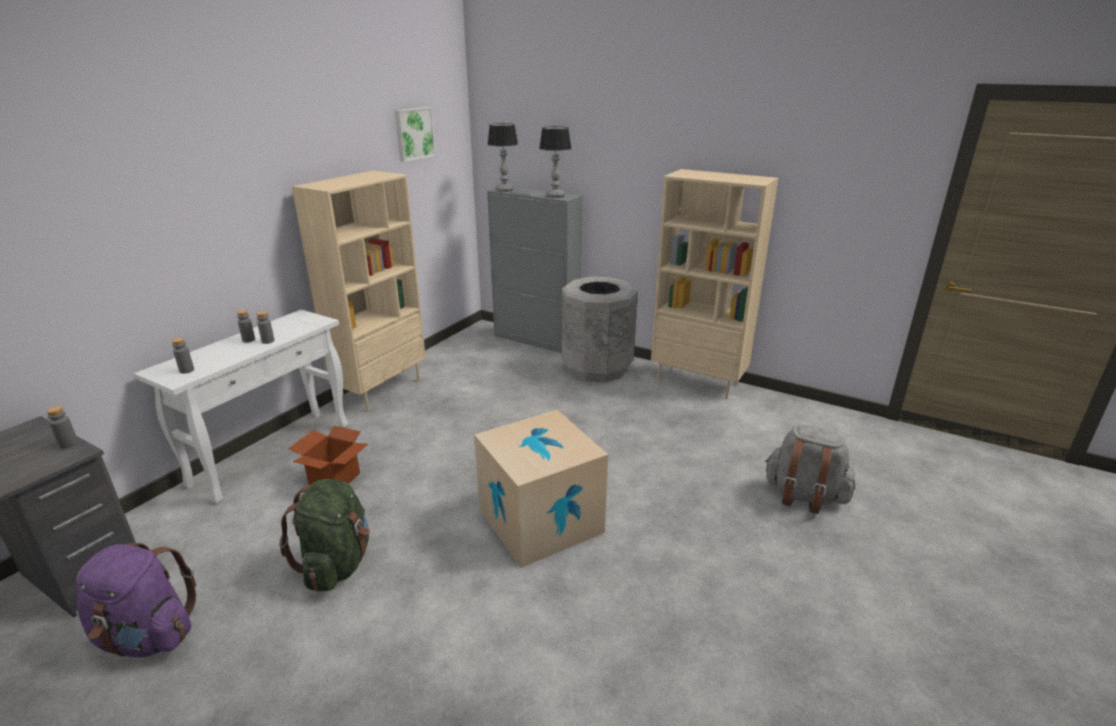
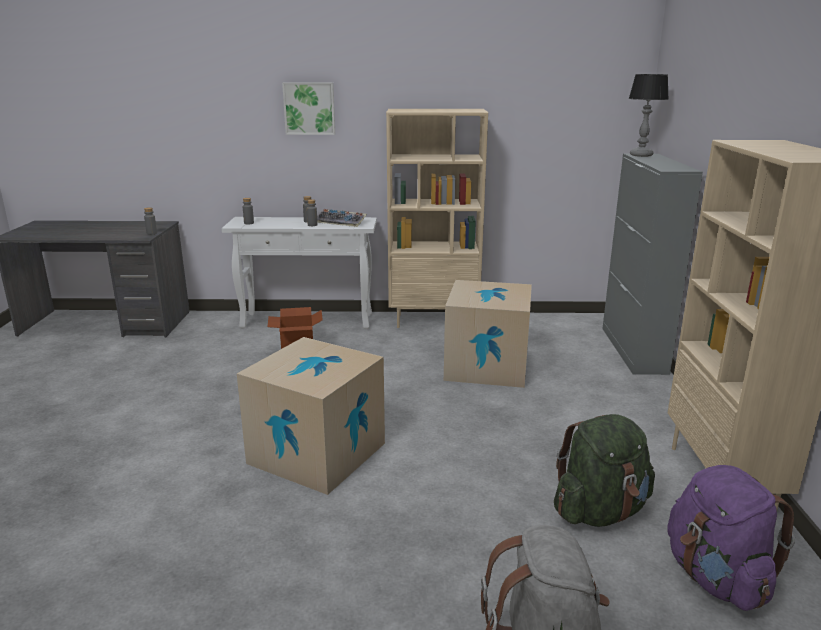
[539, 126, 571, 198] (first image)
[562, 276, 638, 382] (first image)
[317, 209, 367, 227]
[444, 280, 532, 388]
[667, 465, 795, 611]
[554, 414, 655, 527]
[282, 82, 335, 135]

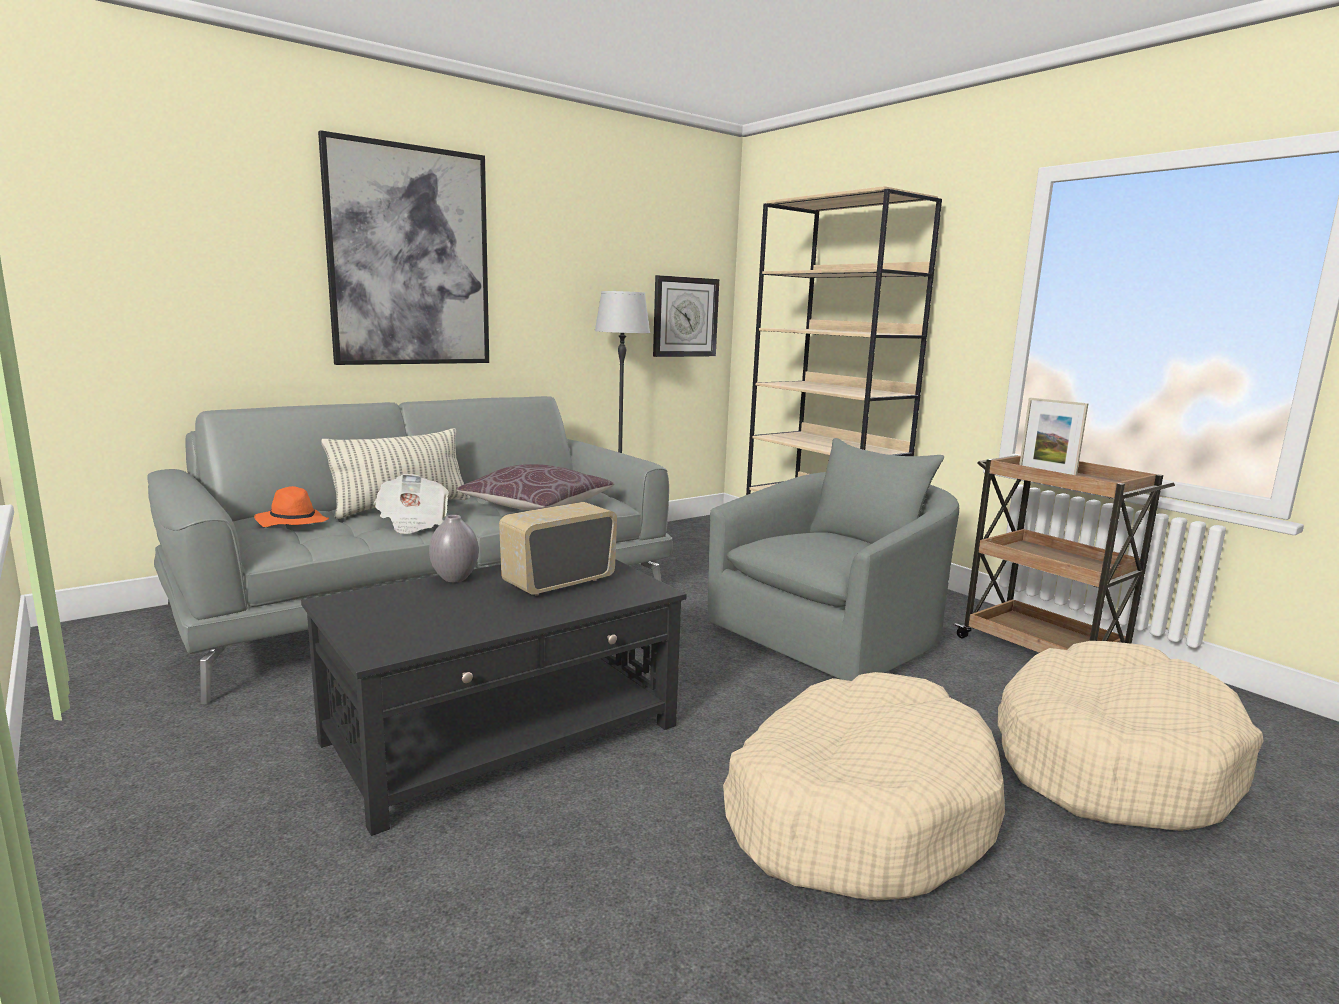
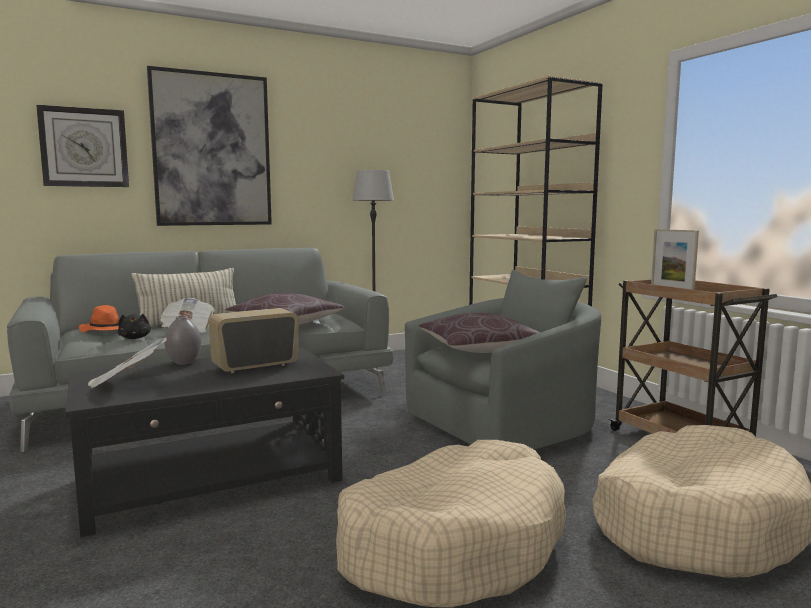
[88, 338, 167, 388]
[118, 314, 151, 339]
[418, 313, 540, 353]
[36, 105, 129, 187]

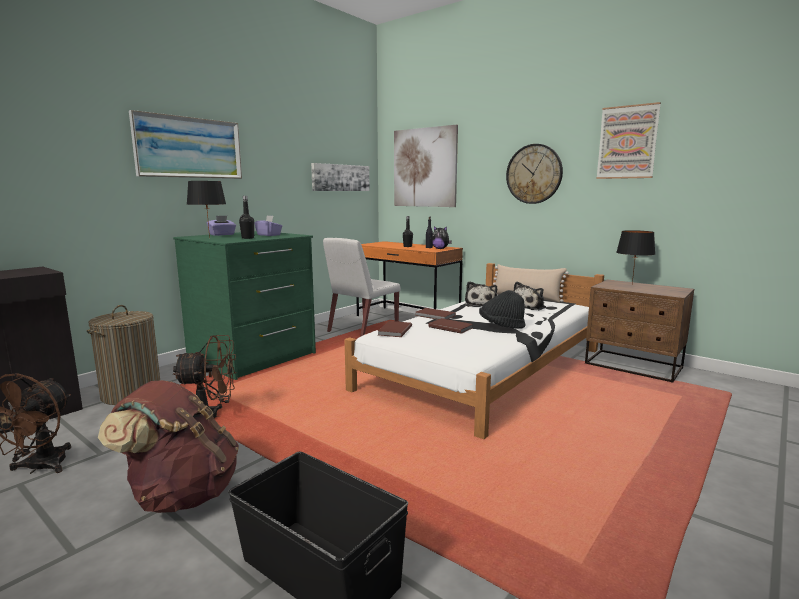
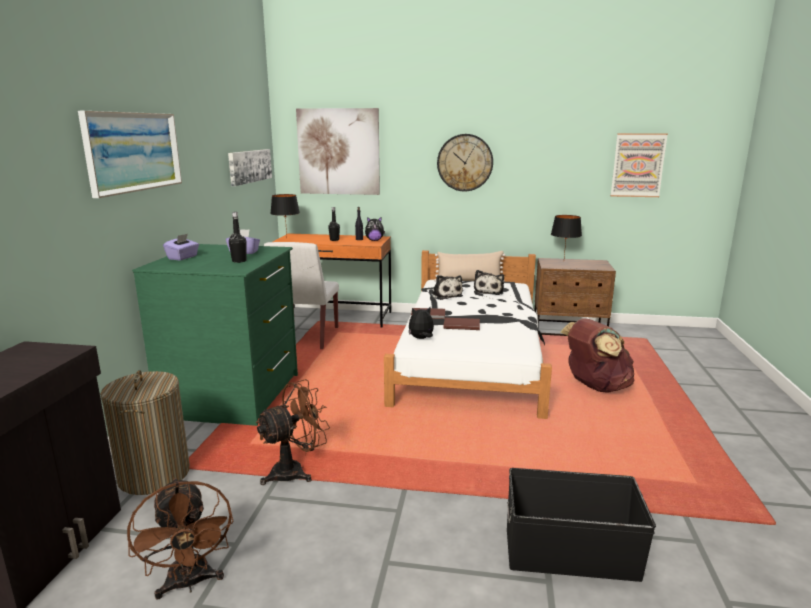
[479, 290, 526, 329] (first image)
[560, 318, 634, 393]
[270, 194, 300, 236]
[610, 133, 668, 197]
[409, 307, 434, 339]

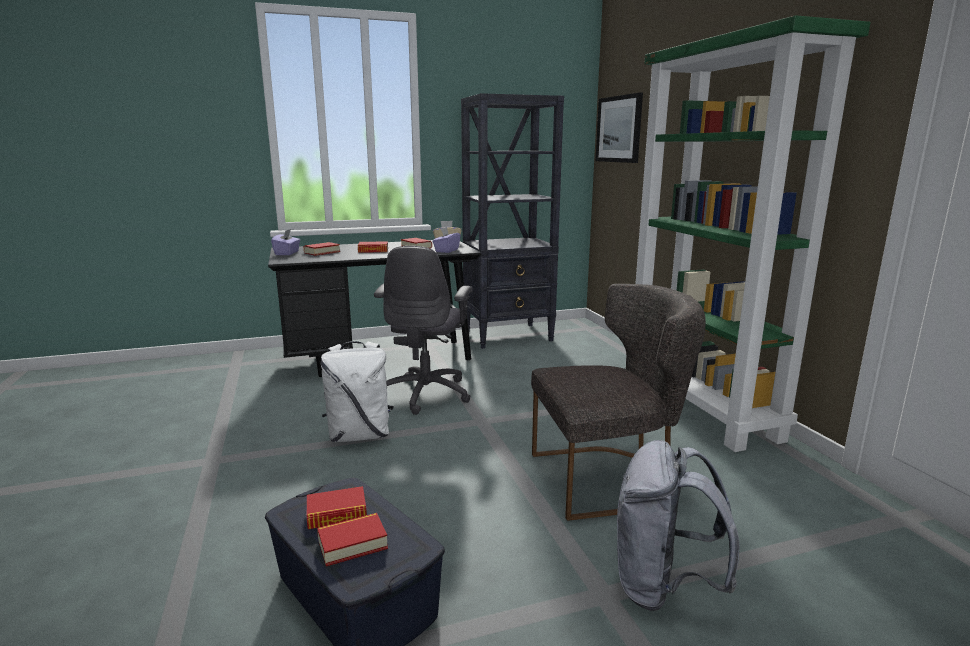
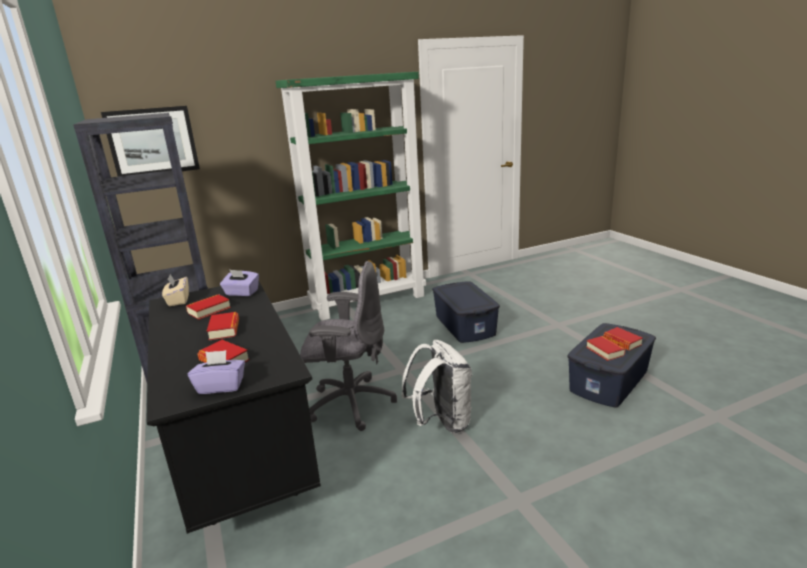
[617, 440, 740, 611] (first image)
[432, 281, 500, 343]

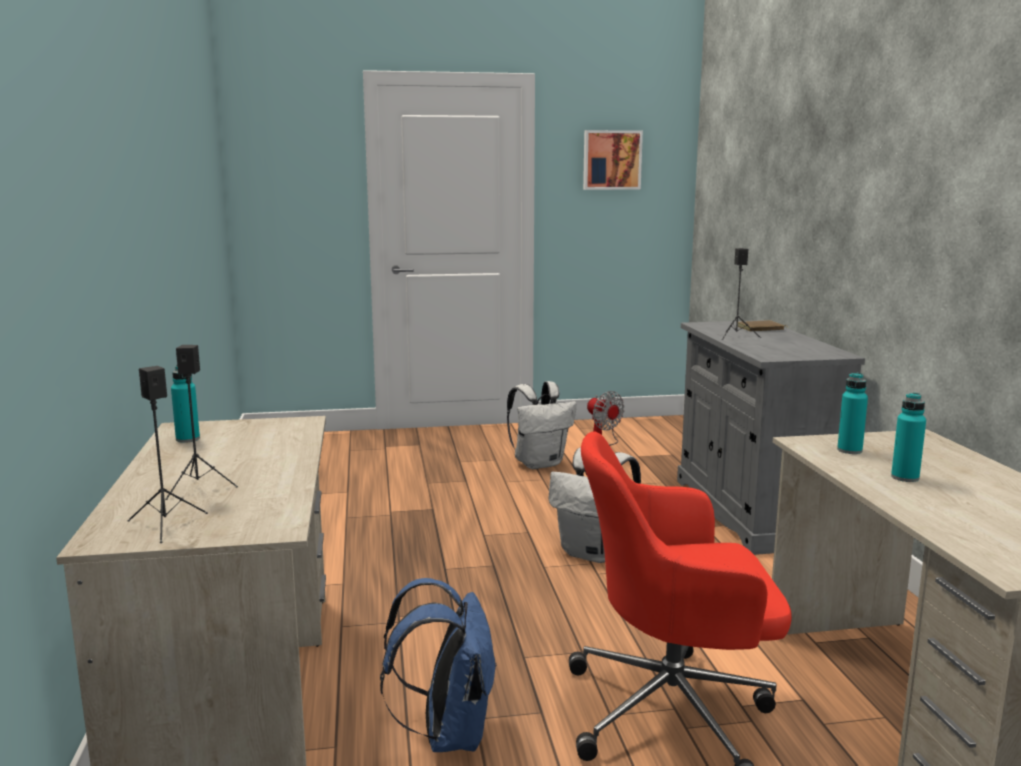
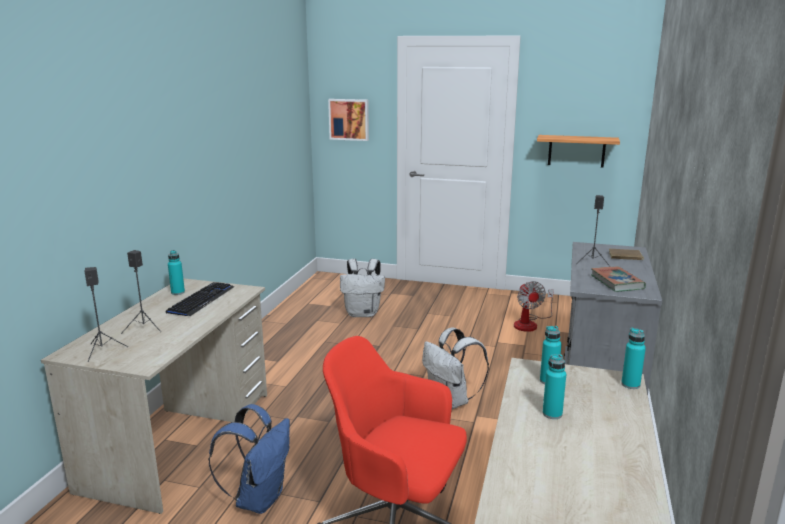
[166, 282, 234, 316]
[537, 135, 620, 167]
[591, 267, 646, 292]
[621, 328, 646, 389]
[340, 259, 385, 317]
[328, 99, 369, 141]

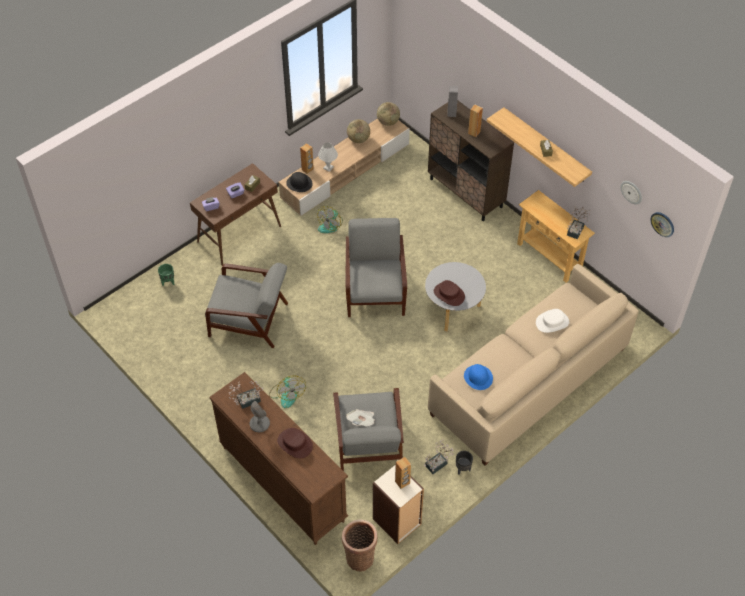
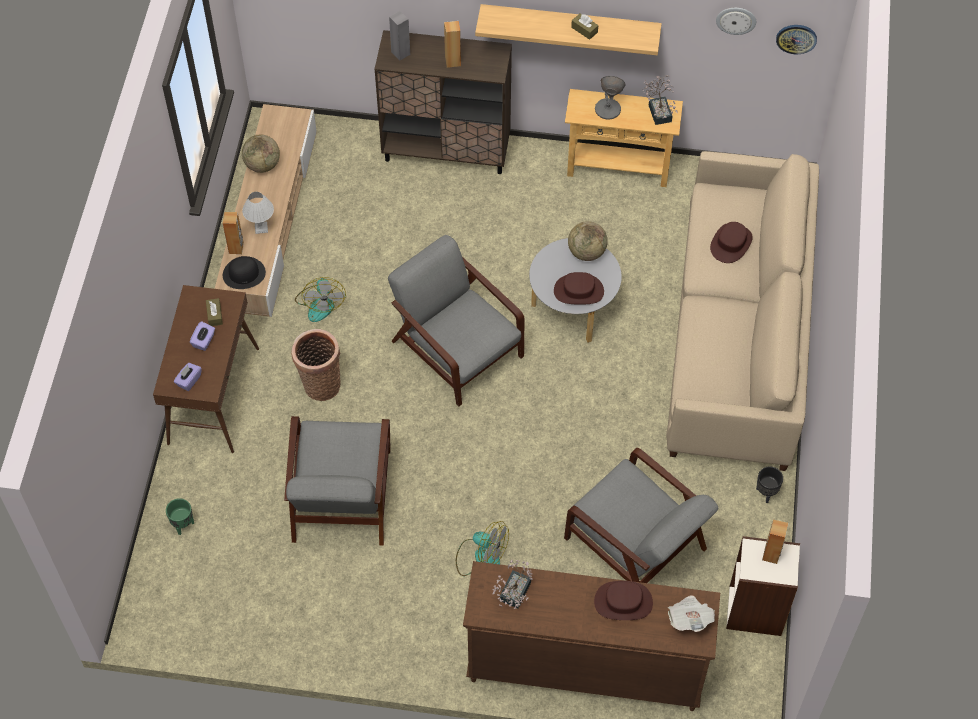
[424, 440, 454, 474] (first image)
[464, 364, 493, 390] (first image)
[595, 76, 625, 120]
[291, 329, 340, 401]
[668, 596, 715, 632]
[568, 221, 608, 261]
[710, 222, 753, 263]
[284, 416, 391, 545]

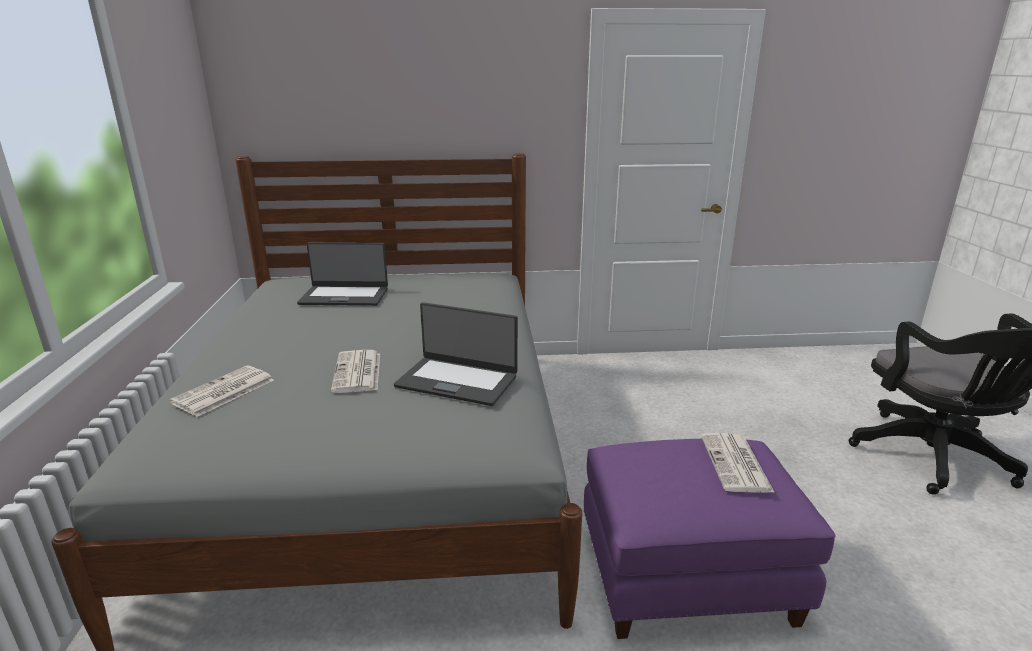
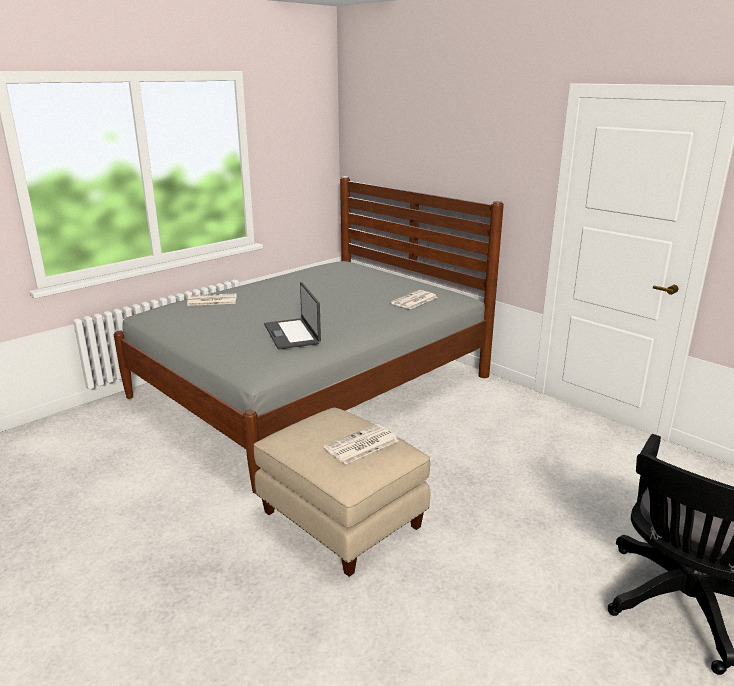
[297, 242, 388, 306] (first image)
[391, 290, 438, 309]
[253, 408, 430, 577]

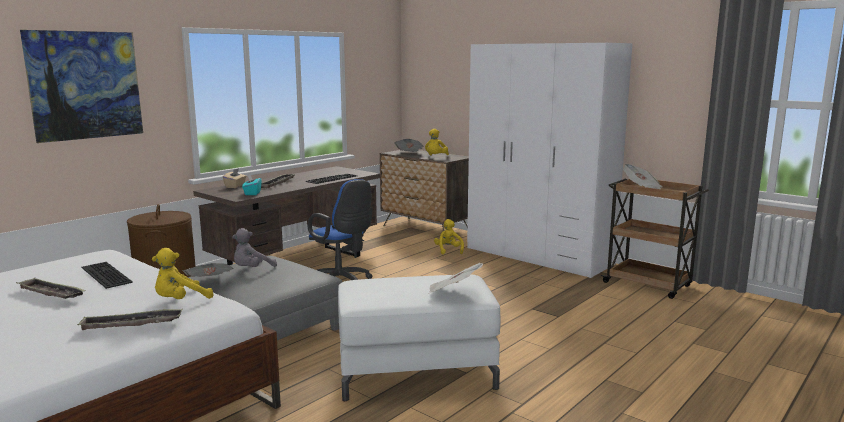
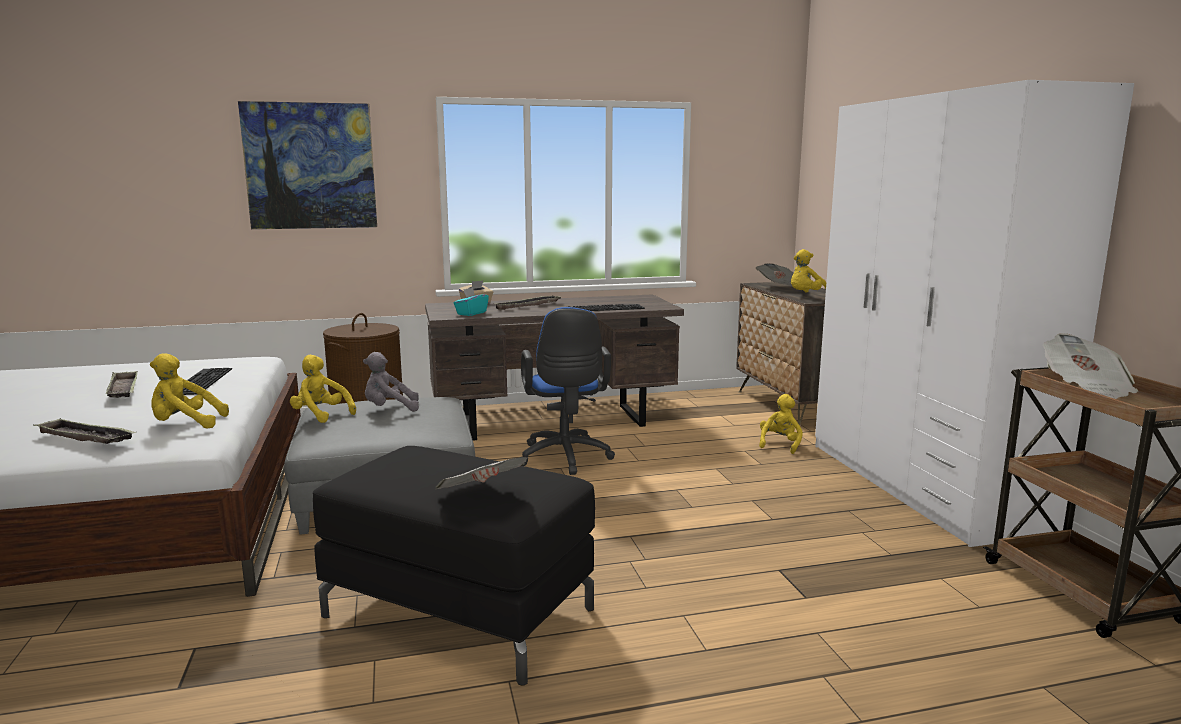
[290, 355, 356, 423]
[313, 446, 595, 685]

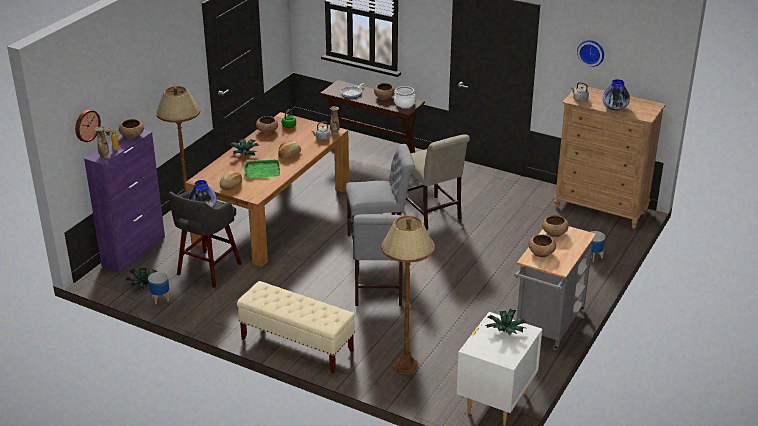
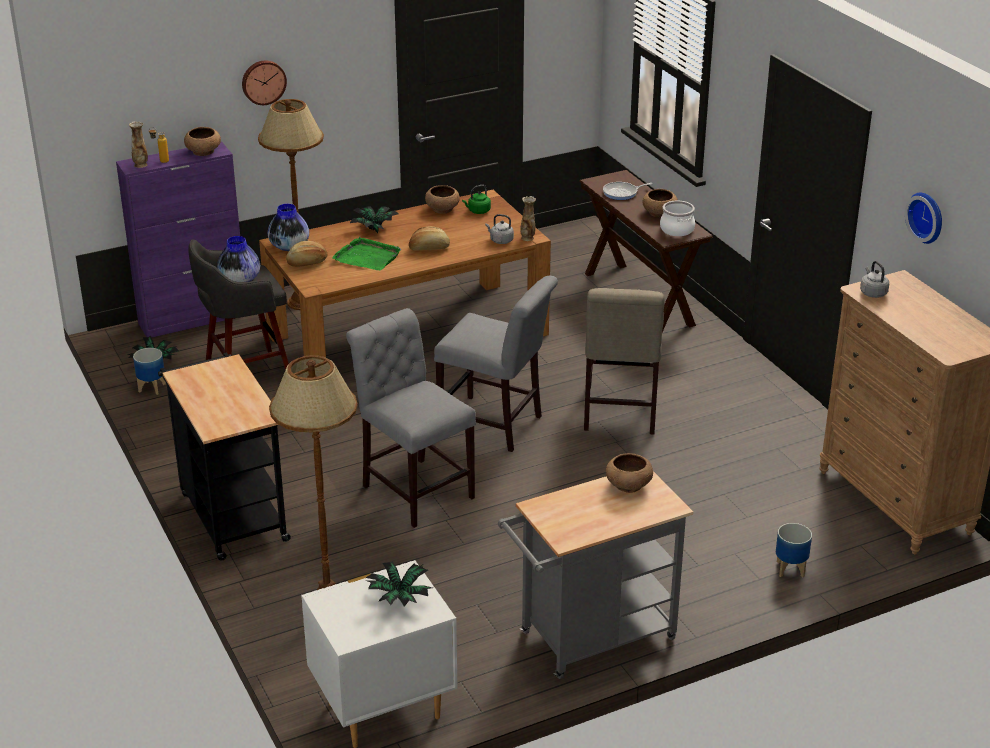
[529, 235, 556, 257] (first image)
[242, 60, 287, 105]
[268, 204, 309, 251]
[158, 352, 291, 561]
[346, 308, 476, 528]

